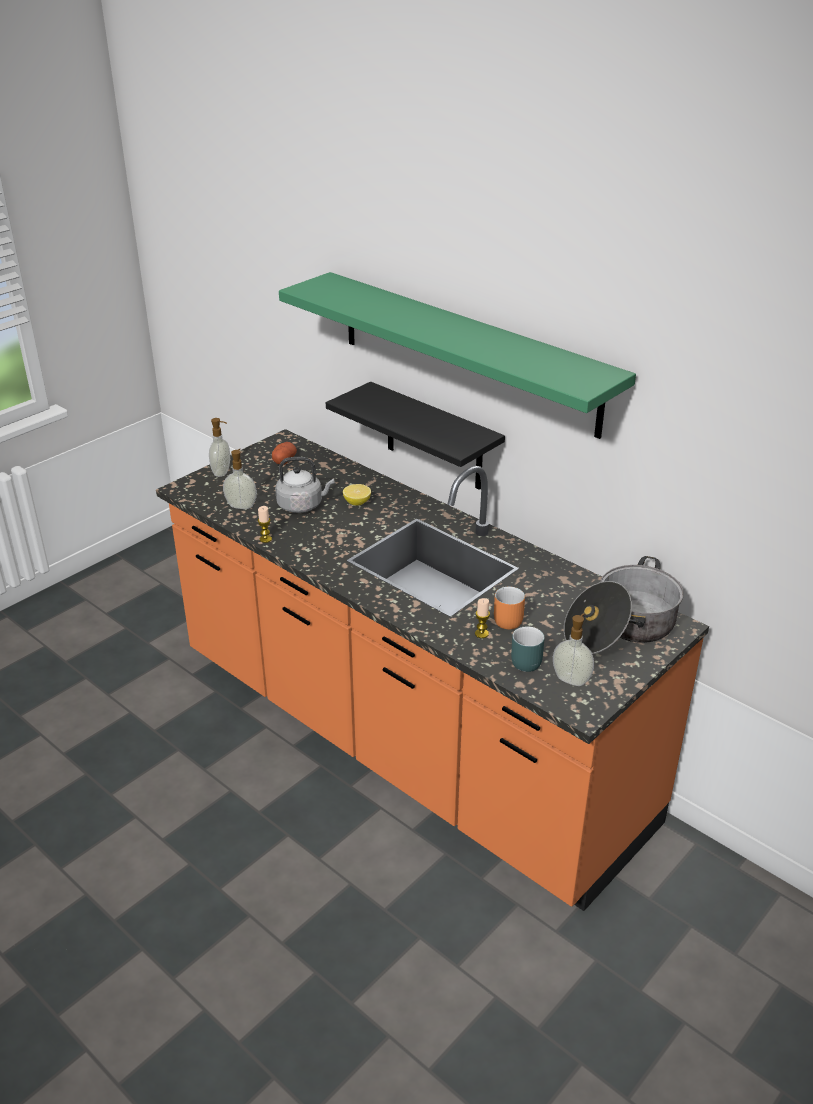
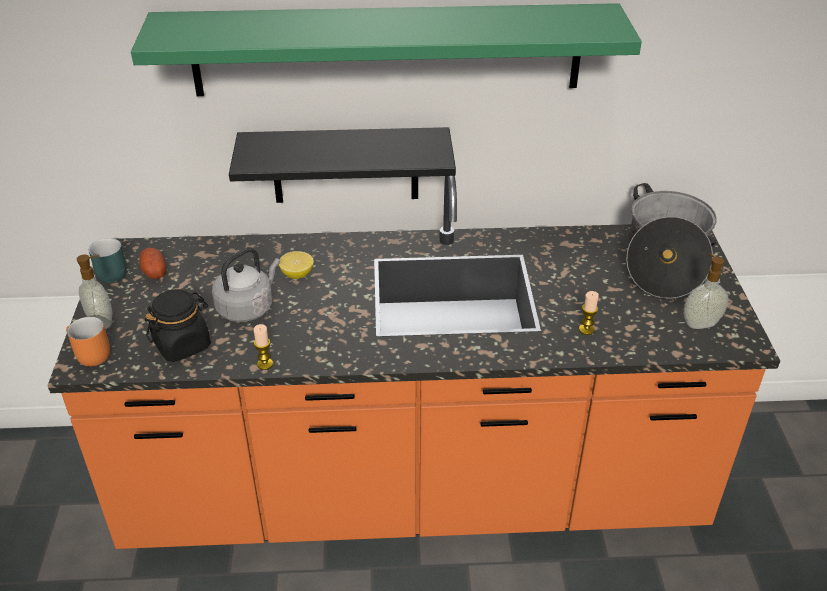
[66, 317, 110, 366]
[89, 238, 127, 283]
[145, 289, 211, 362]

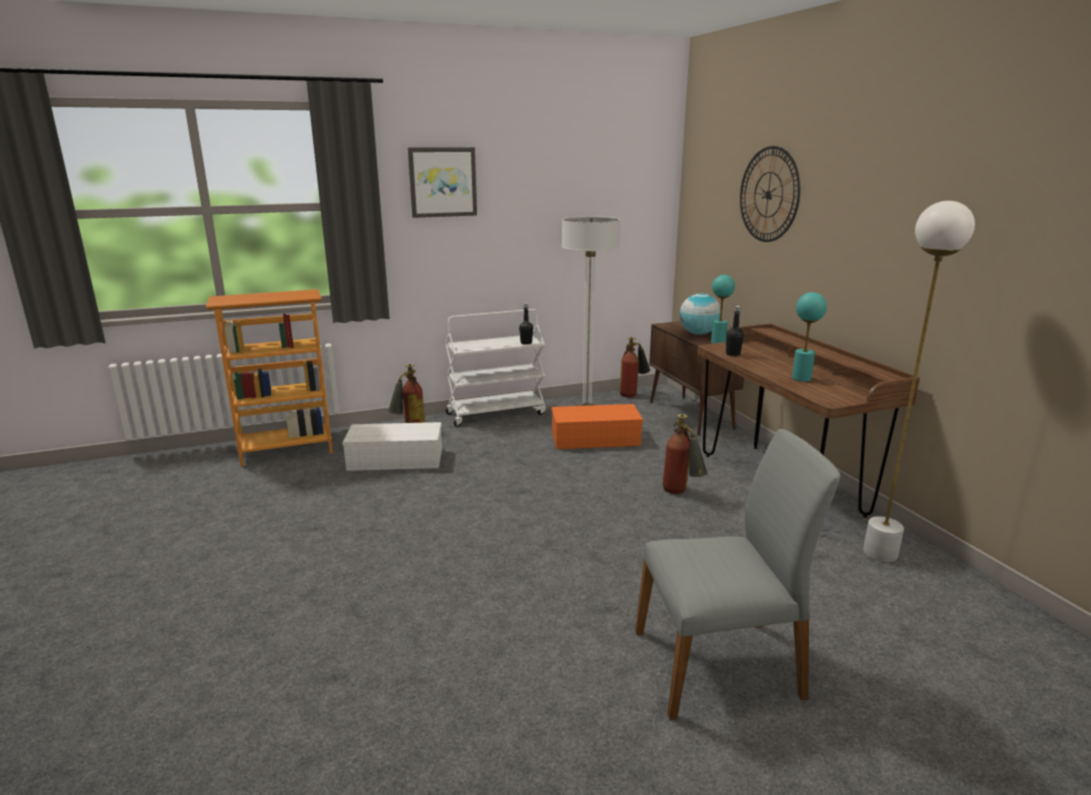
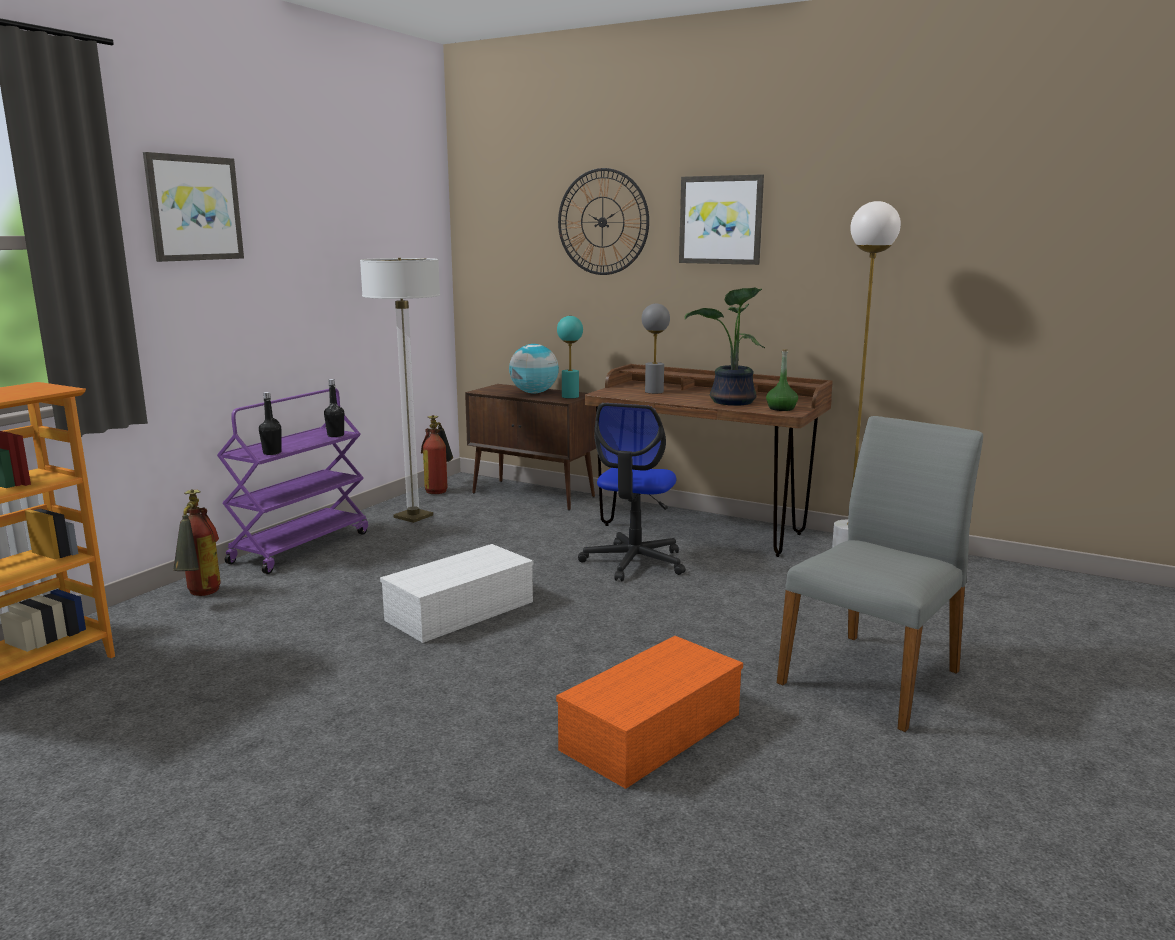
[642, 303, 670, 394]
[679, 174, 764, 265]
[766, 349, 798, 411]
[380, 544, 533, 643]
[556, 636, 743, 789]
[259, 392, 281, 455]
[578, 403, 686, 582]
[684, 288, 765, 406]
[217, 388, 368, 574]

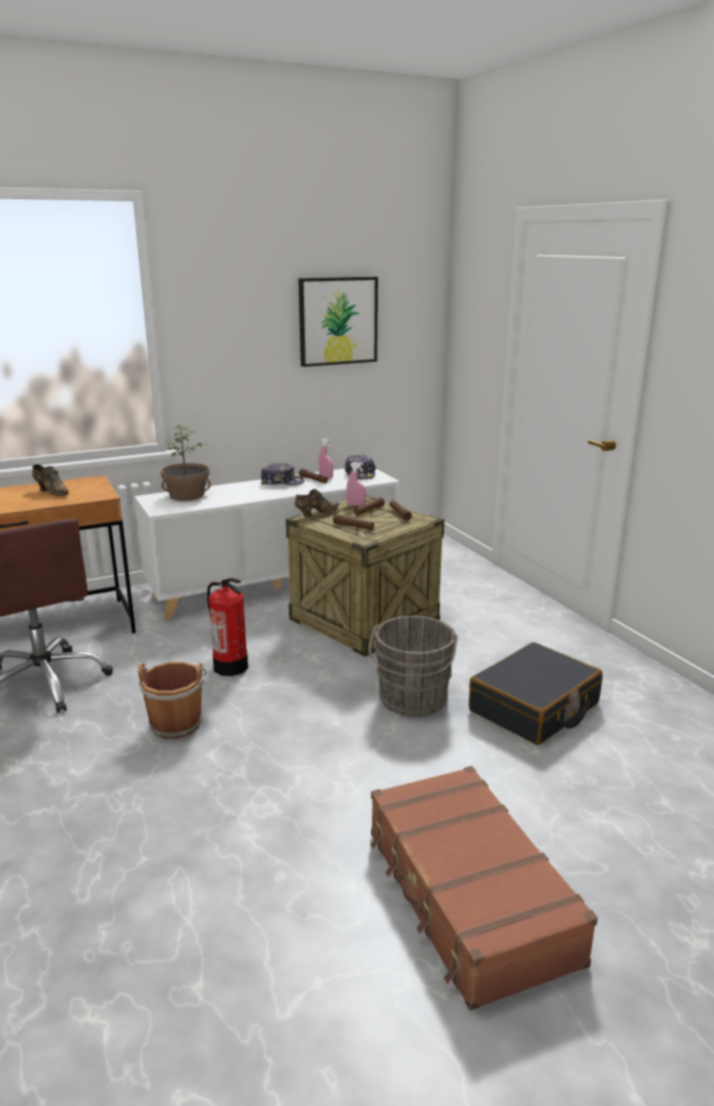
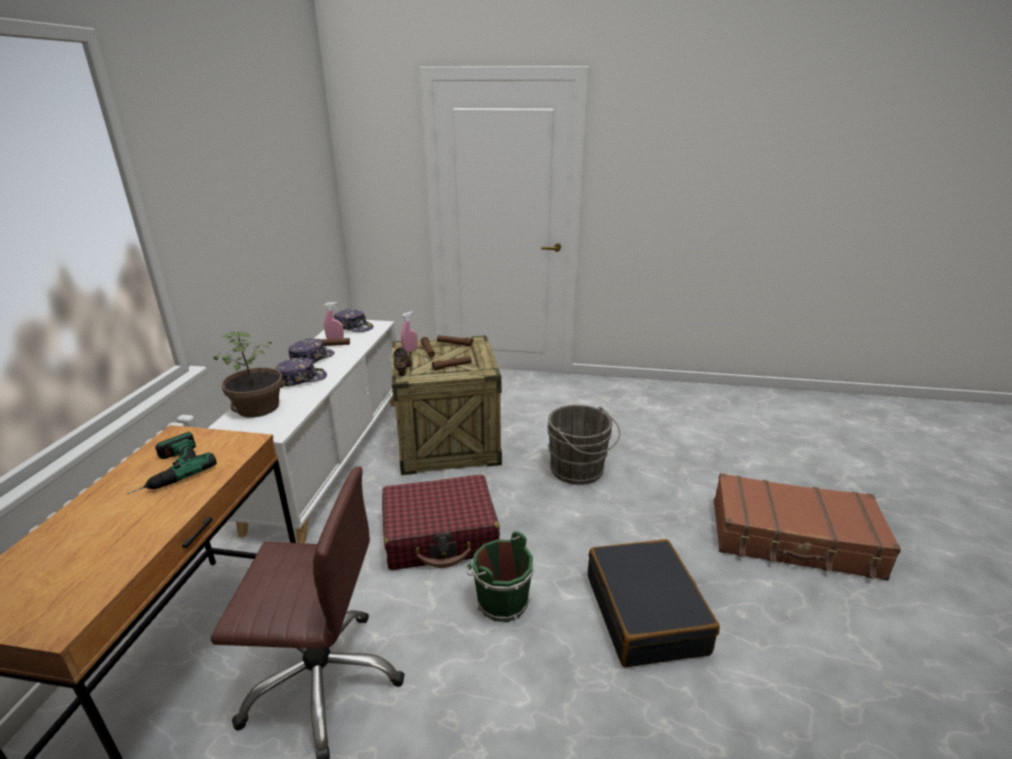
[298, 277, 378, 367] (first image)
[275, 358, 327, 388]
[588, 539, 720, 667]
[127, 432, 217, 494]
[382, 474, 500, 570]
[466, 531, 534, 622]

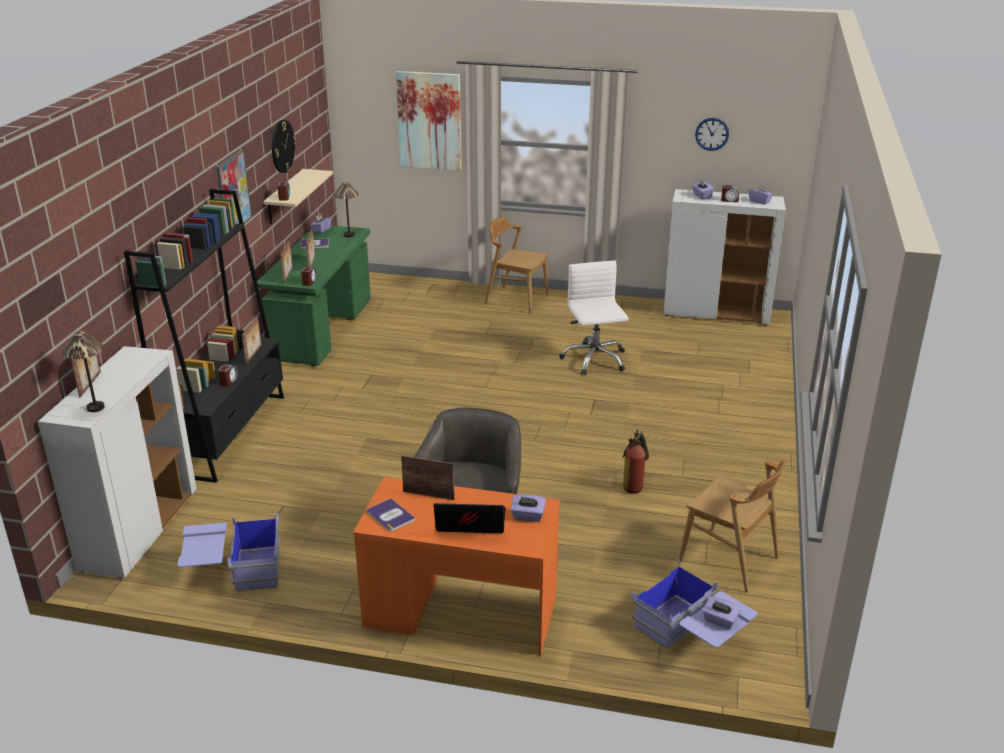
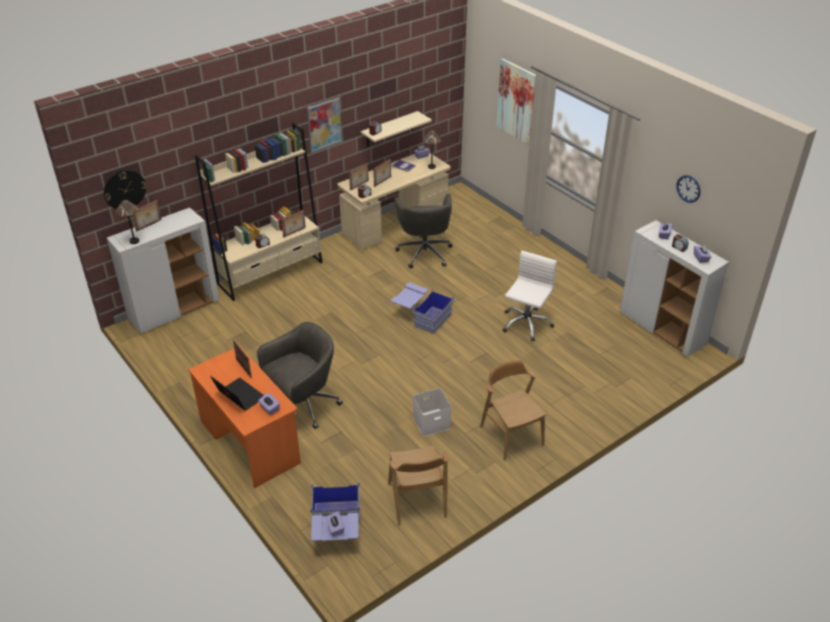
[367, 498, 416, 532] (first image)
[394, 193, 452, 269]
[391, 282, 454, 334]
[104, 170, 146, 209]
[480, 360, 546, 461]
[413, 388, 452, 437]
[195, 123, 322, 301]
[338, 153, 451, 250]

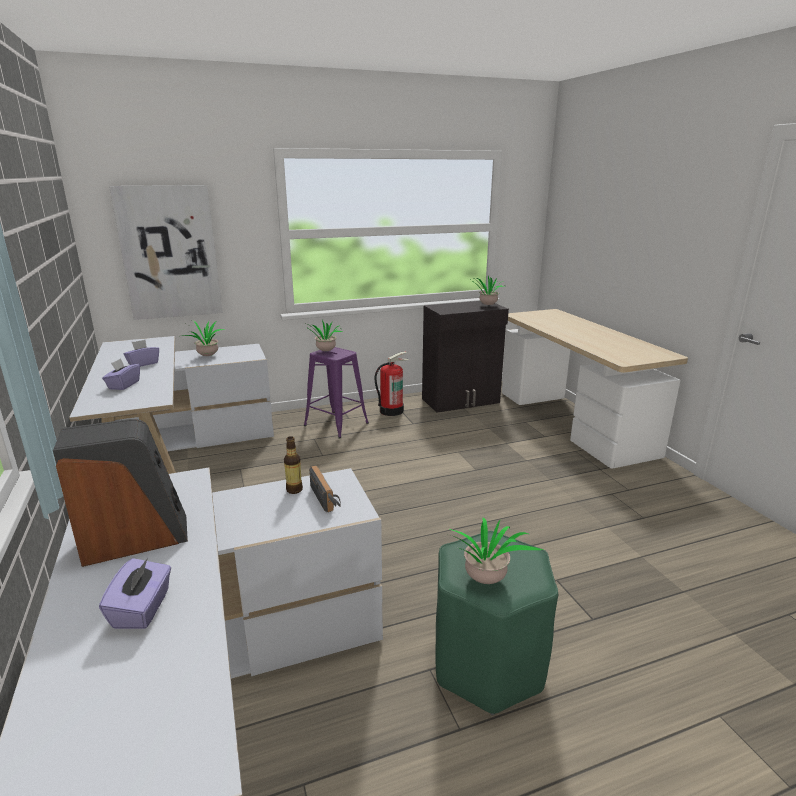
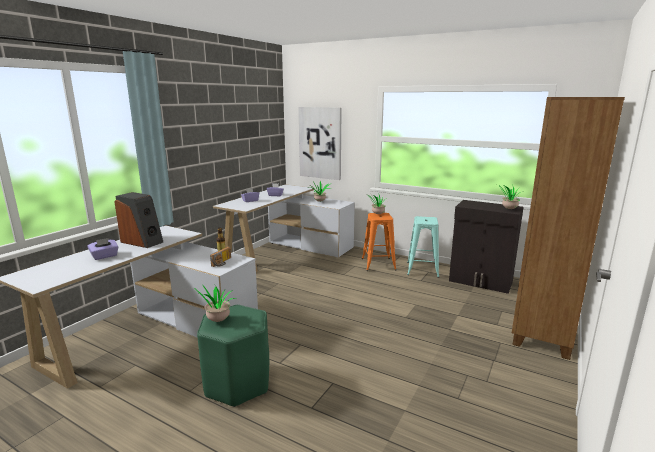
[407, 216, 439, 278]
[512, 97, 625, 360]
[362, 213, 397, 271]

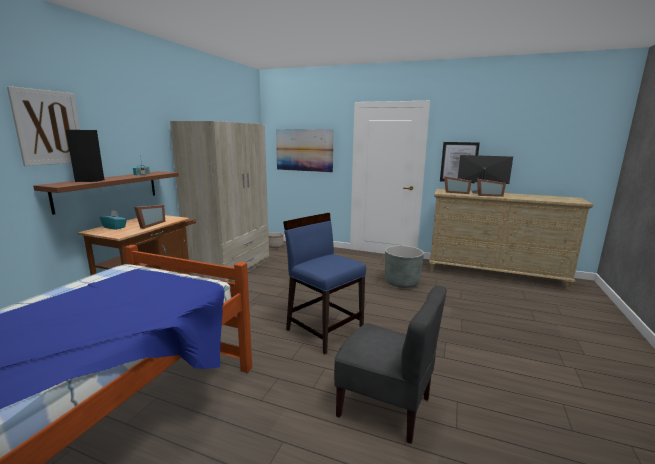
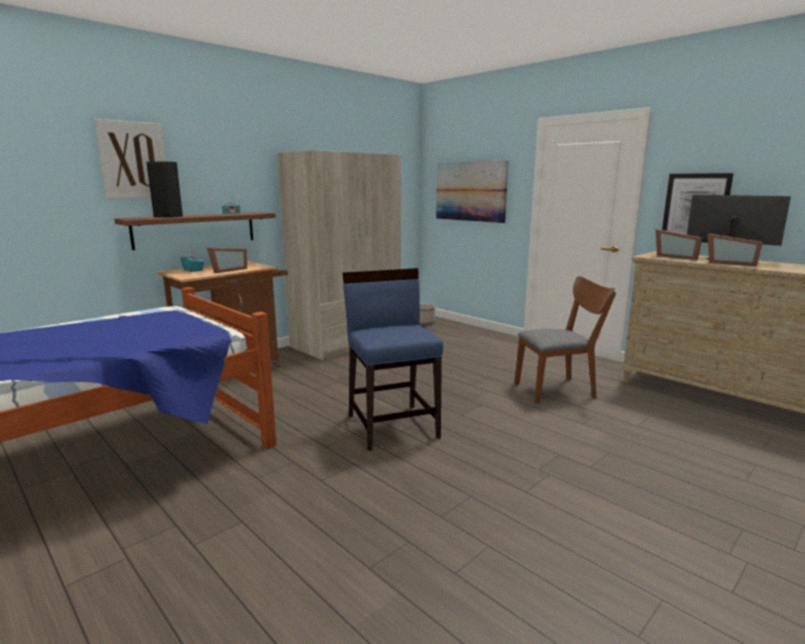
[334, 286, 447, 444] (first image)
[514, 276, 616, 403]

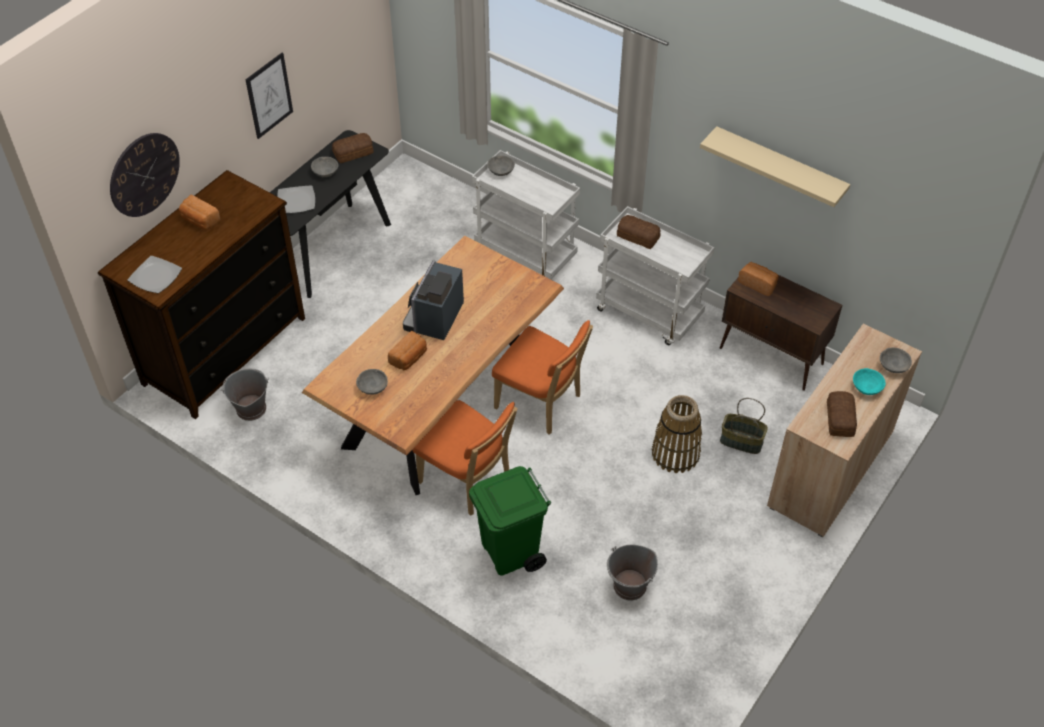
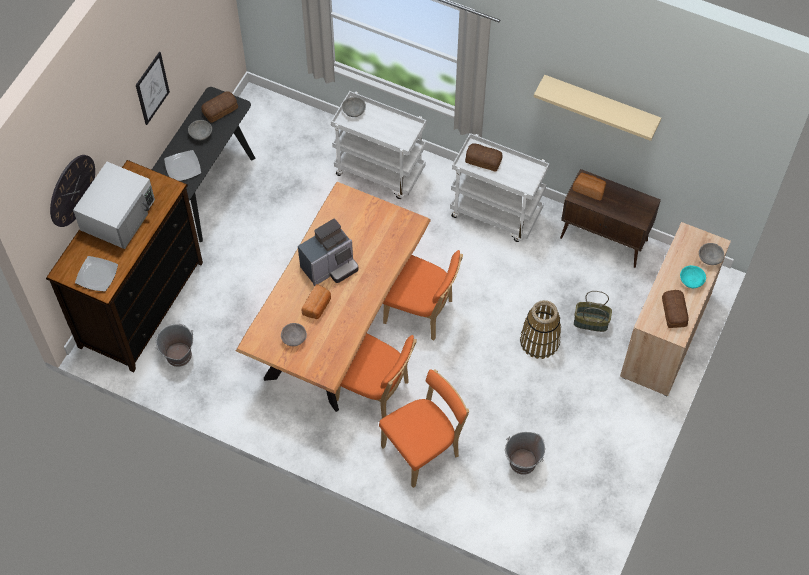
[73, 162, 155, 249]
[379, 369, 469, 488]
[298, 219, 358, 286]

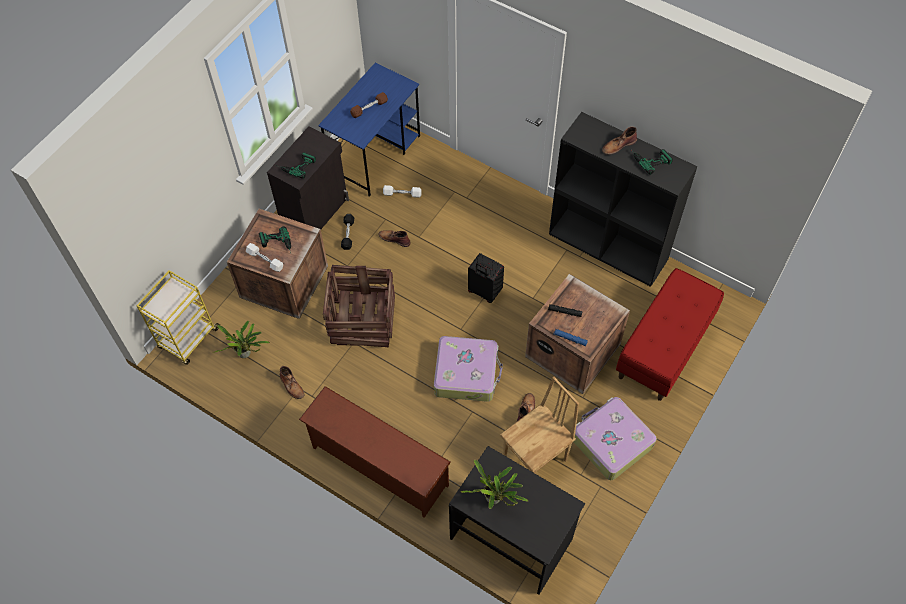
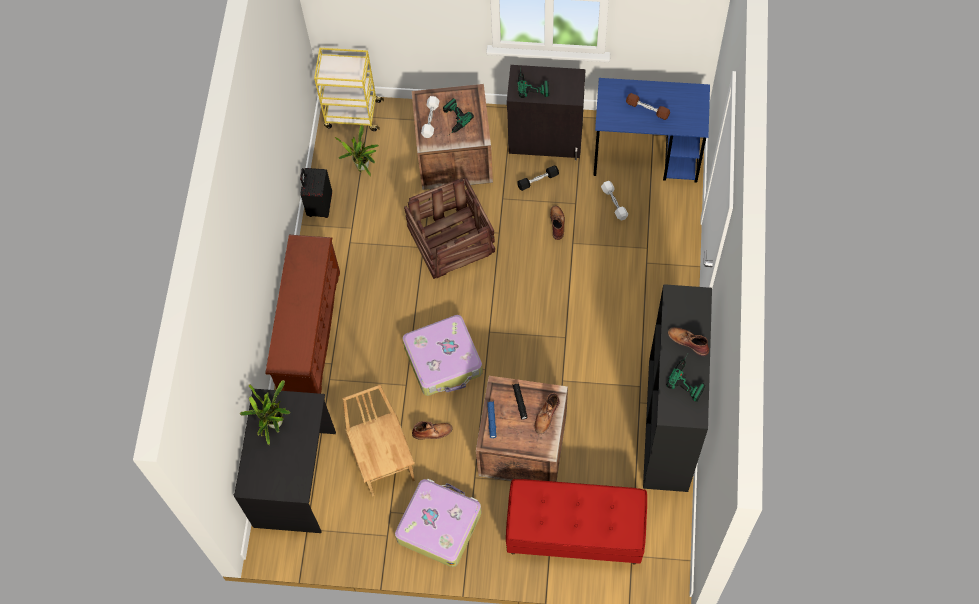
[535, 393, 560, 434]
[300, 168, 332, 218]
[343, 385, 415, 497]

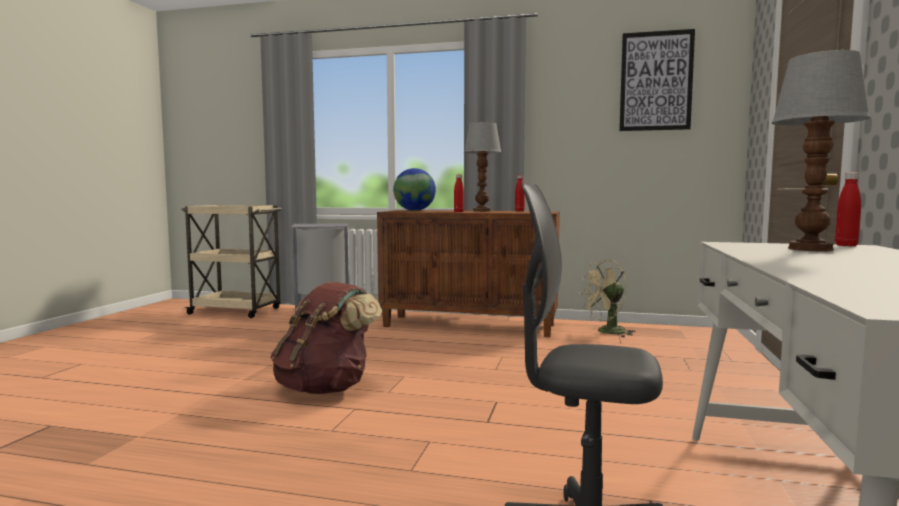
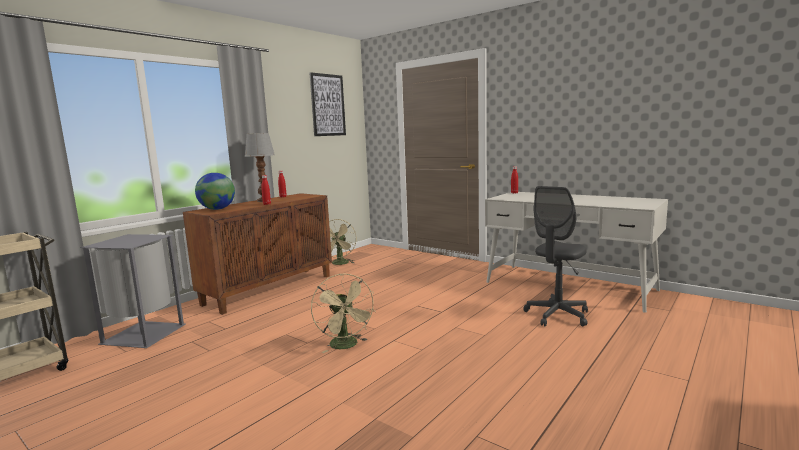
[771, 50, 871, 251] (first image)
[311, 274, 376, 353]

